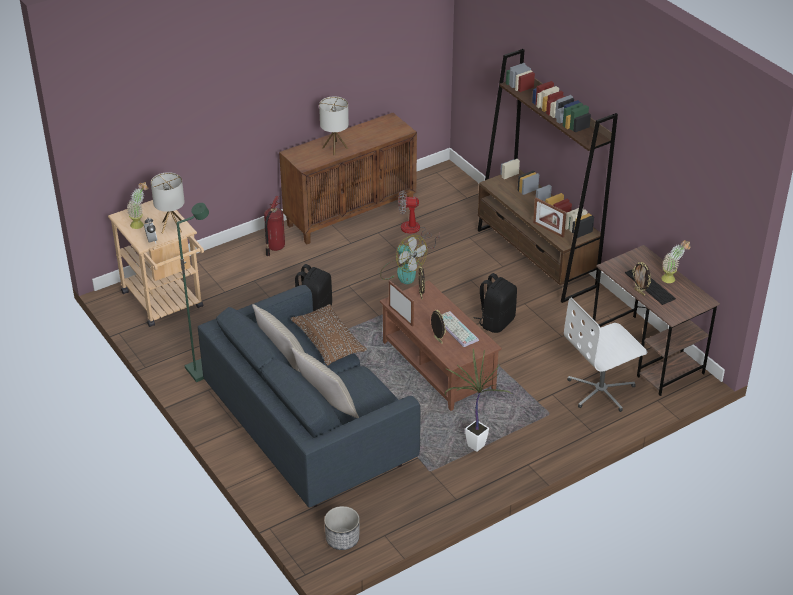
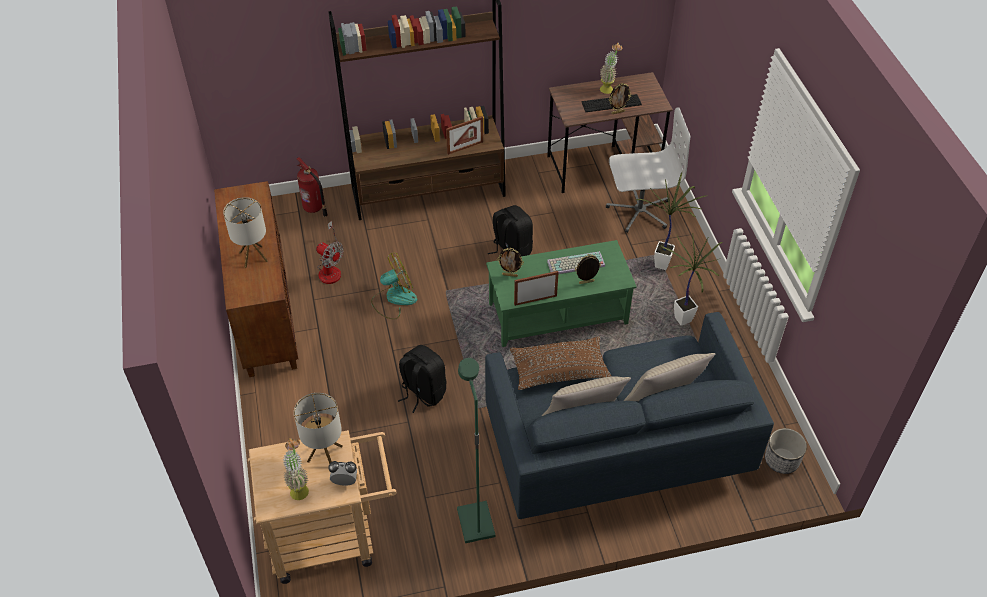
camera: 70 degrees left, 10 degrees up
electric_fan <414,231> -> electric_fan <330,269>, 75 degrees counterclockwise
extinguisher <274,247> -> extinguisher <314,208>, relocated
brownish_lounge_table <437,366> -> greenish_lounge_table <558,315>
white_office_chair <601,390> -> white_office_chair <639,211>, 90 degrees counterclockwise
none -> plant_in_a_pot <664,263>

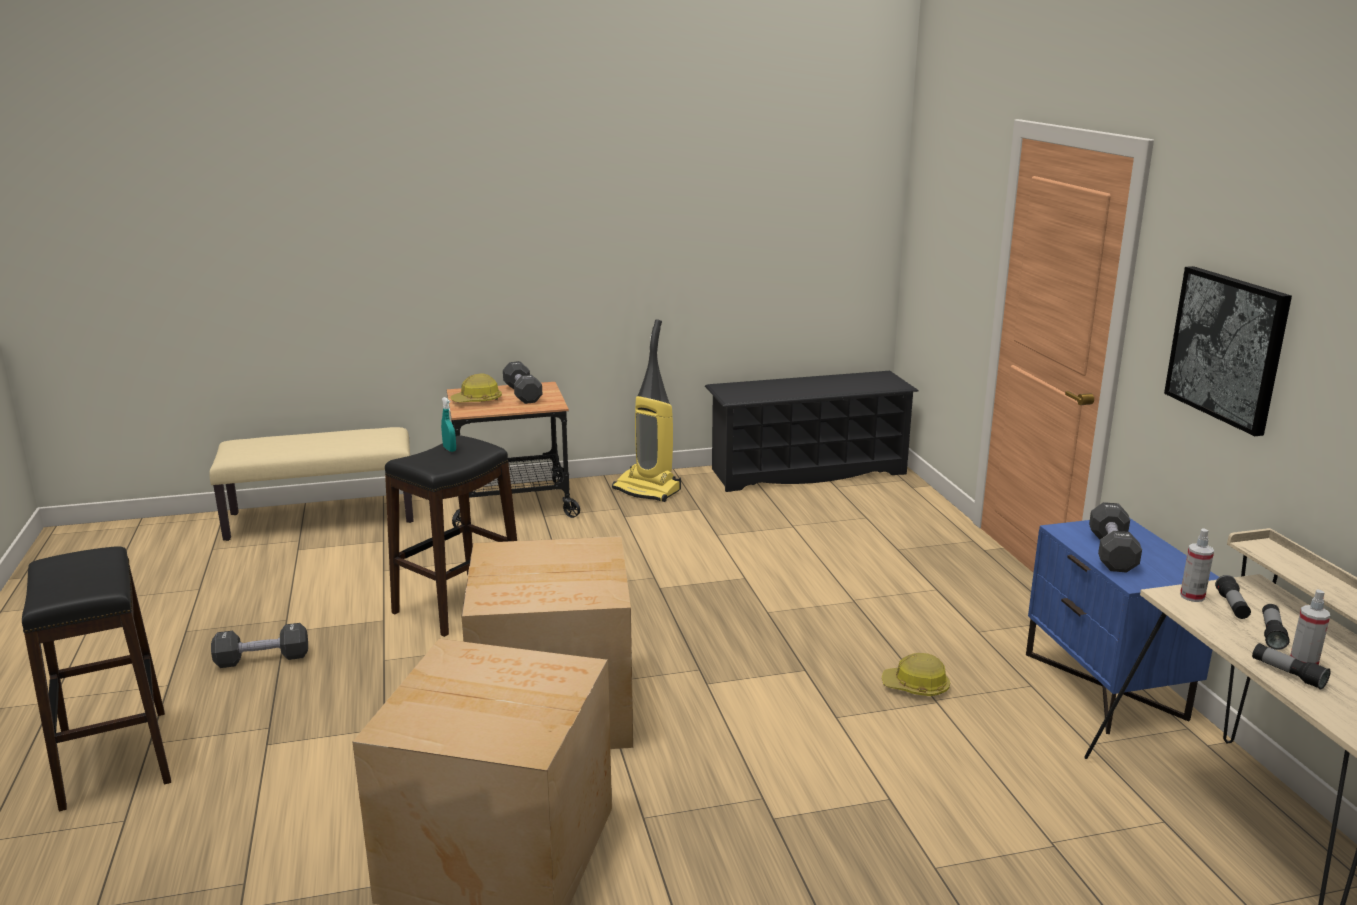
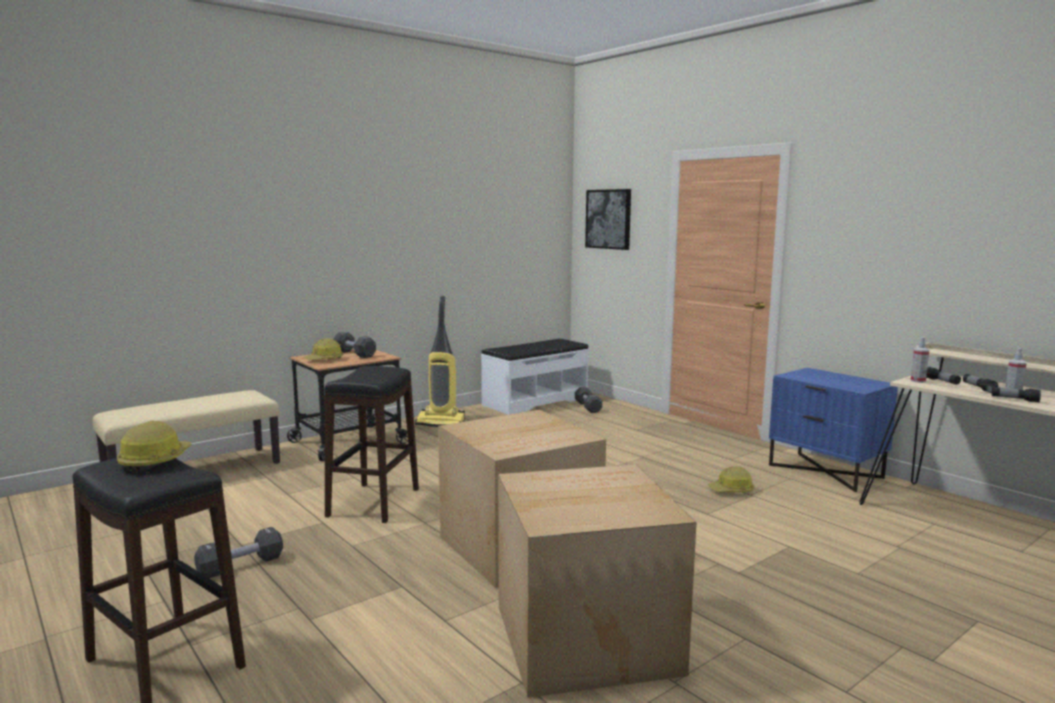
camera: 25 degrees left, 10 degrees down
picture <1227,348> -> picture <608,219>, relocated
blackish_shoe_rack <807,471> -> white_indoor_bench <535,401>
turquoise-coloured_sprayer <449,449> -> none
blackish_dumbbell <1112,552> -> blackish_dumbbell <588,407>, relocated
none -> work_helmet <155,460>

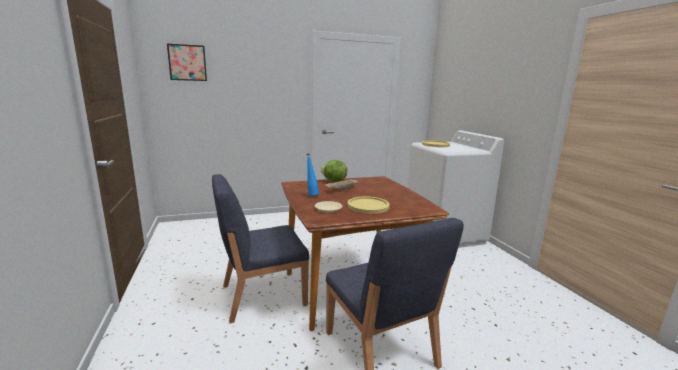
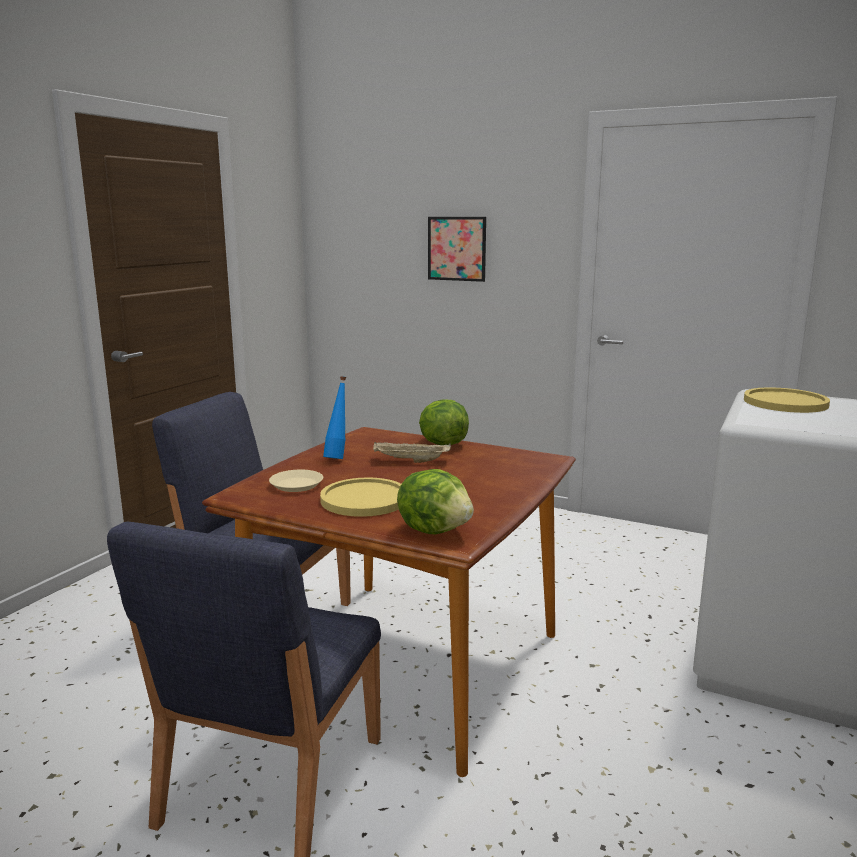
camera: 45 degrees right, 0 degrees up
picture <187,62> -> picture <457,248>, relocated
none -> head_of_lettuce <435,530>

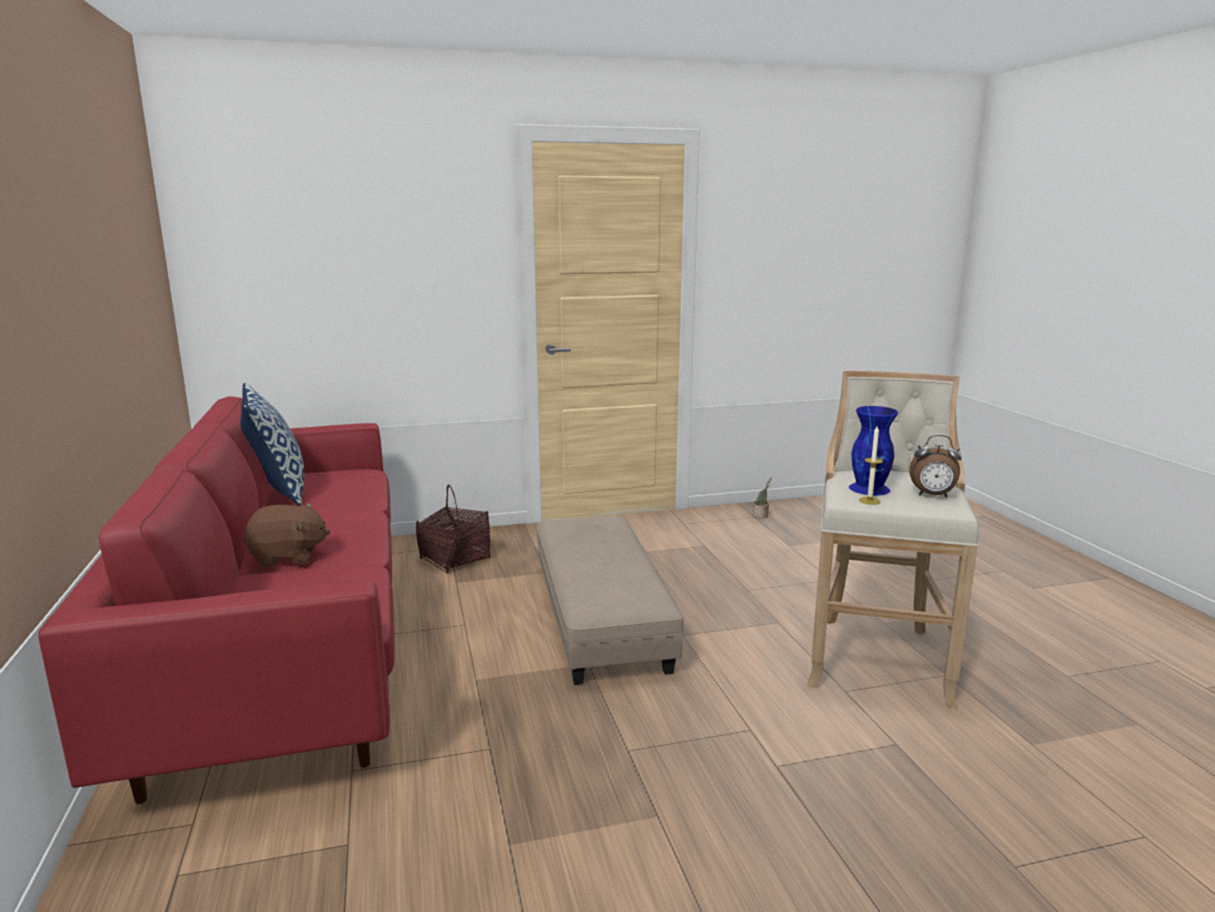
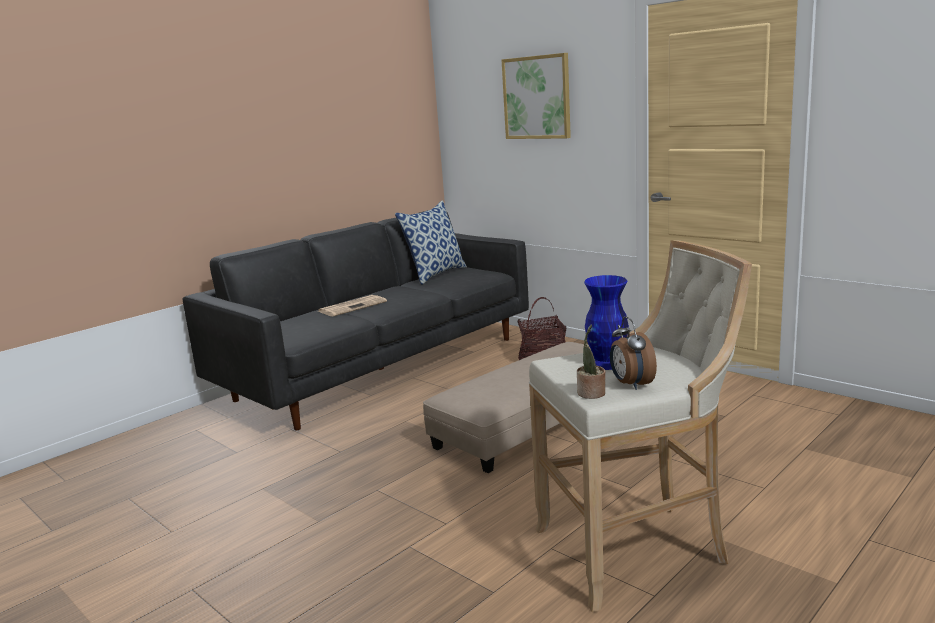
camera: 60 degrees right, 0 degrees up
reddish_couch <287,647> -> blackish_couch <382,369>
wax_candle <869,501> -> none
plant_in_a_pot <761,516> -> plant_in_a_pot <591,394>, relocated
brownish_soft_toy <288,557> -> daily_paper <353,306>
none -> picture <537,97>

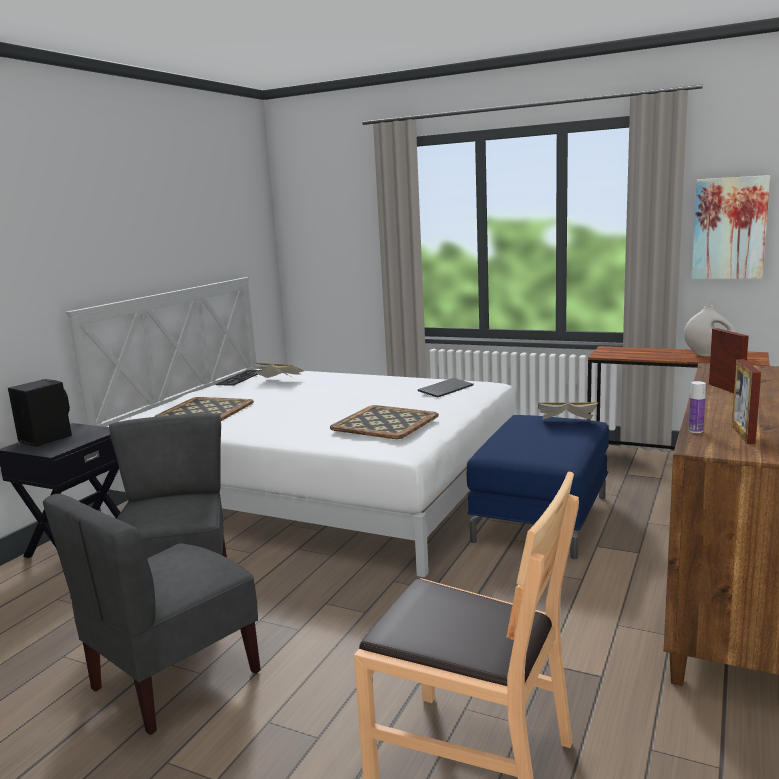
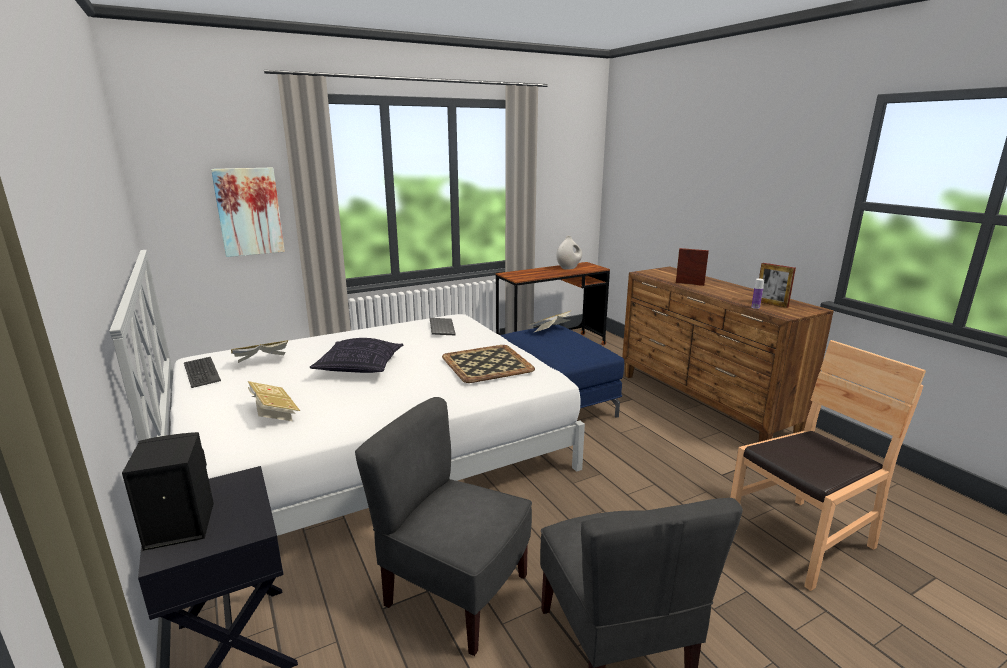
camera: 55 degrees left, 5 degrees up
picture <729,228> -> picture <249,212>, relocated
serving_tray <205,410> -> volume <273,413>
none -> pillow <359,368>

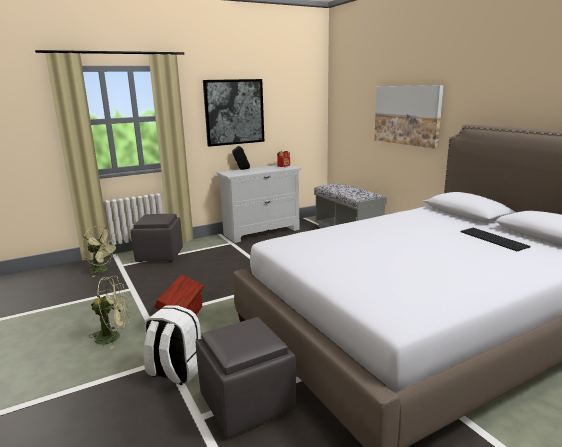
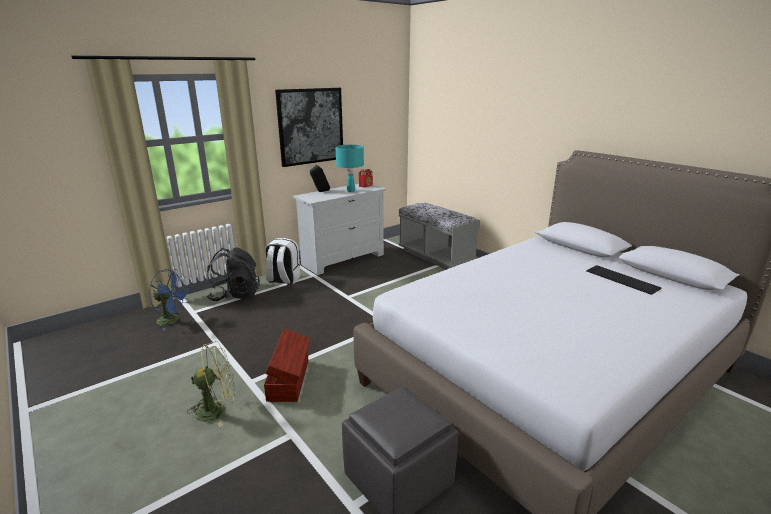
camera: 10 degrees left, 5 degrees up
picture <407,115> -> none
greyish_pouffe <159,255> -> blackish_knapsack <235,295>
greenish_electric_fan <102,270> -> blue-coloured_electric_fan <173,320>
white_knapsack <175,371> -> white_knapsack <283,280>, relocated
none -> turquoise-coloured_tabletop_lamp <351,191>

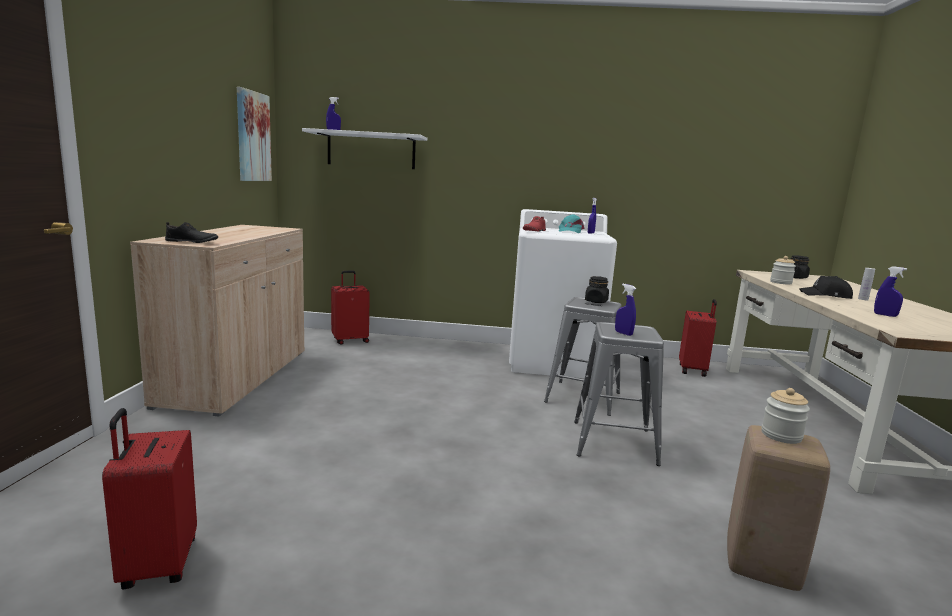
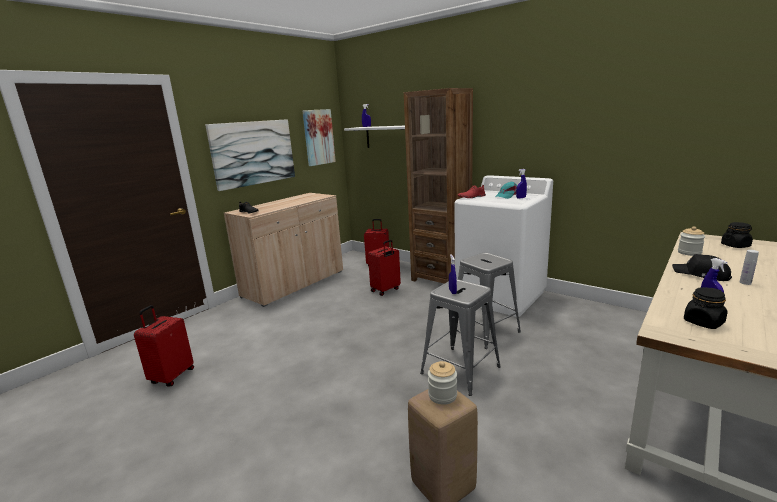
camera: 35 degrees right, 5 degrees up
blackish_storage_jar <596,301> -> blackish_storage_jar <703,322>, relocated
reddish_travel_case <693,370> -> reddish_travel_case <386,290>, relocated
none -> brownish_shelving_unit <441,278>
none -> picture <253,153>

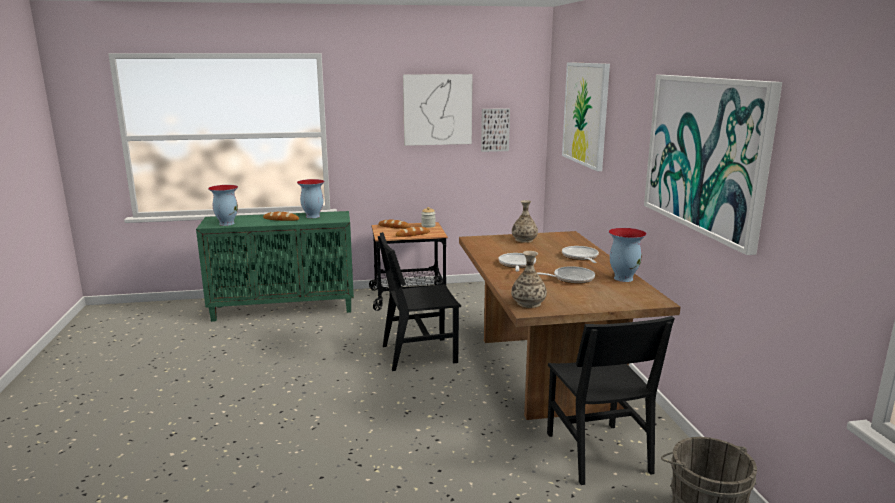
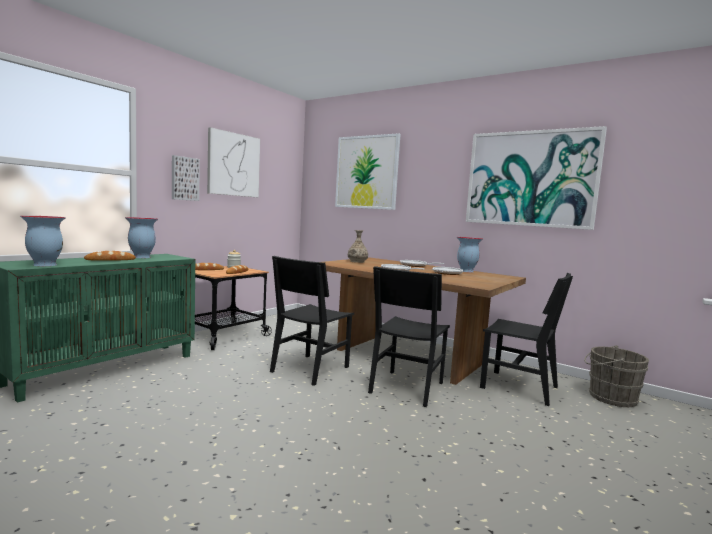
camera: 45 degrees left, 10 degrees down
picture <494,129> -> picture <184,178>, relocated
flower_vase <528,303> -> none
none -> blackish_plain_chair <406,387>

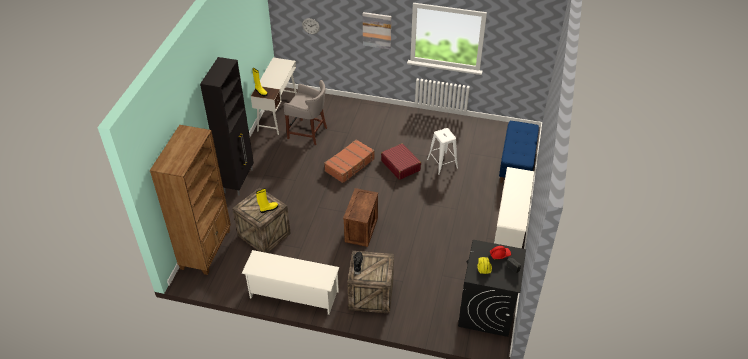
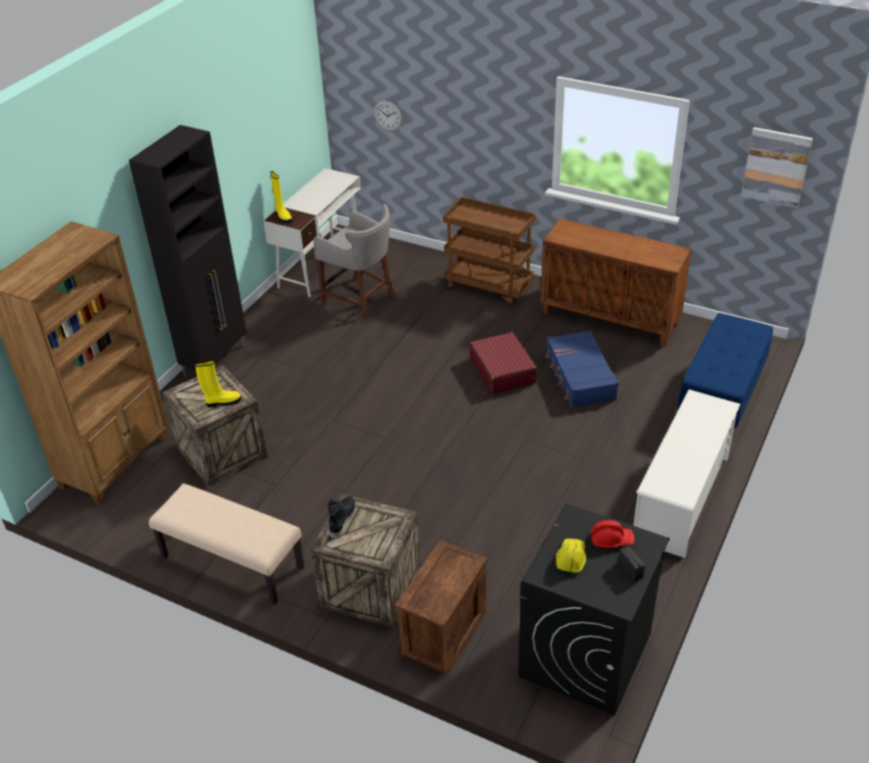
camera: 15 degrees right, 5 degrees down
picture <377,30> -> picture <776,167>, relocated
white_sitting_stool <442,163> -> blue-coloured_travel_case <579,377>
brownish_travel_case <350,165> -> none
packing_crate <361,229> -> packing_crate <443,631>, relocated
white_shoe_rack <293,294> -> beige_indoor_bench <231,563>
none -> brownish_cart <490,287>
none -> brownish_storage_cabinet <610,319>

